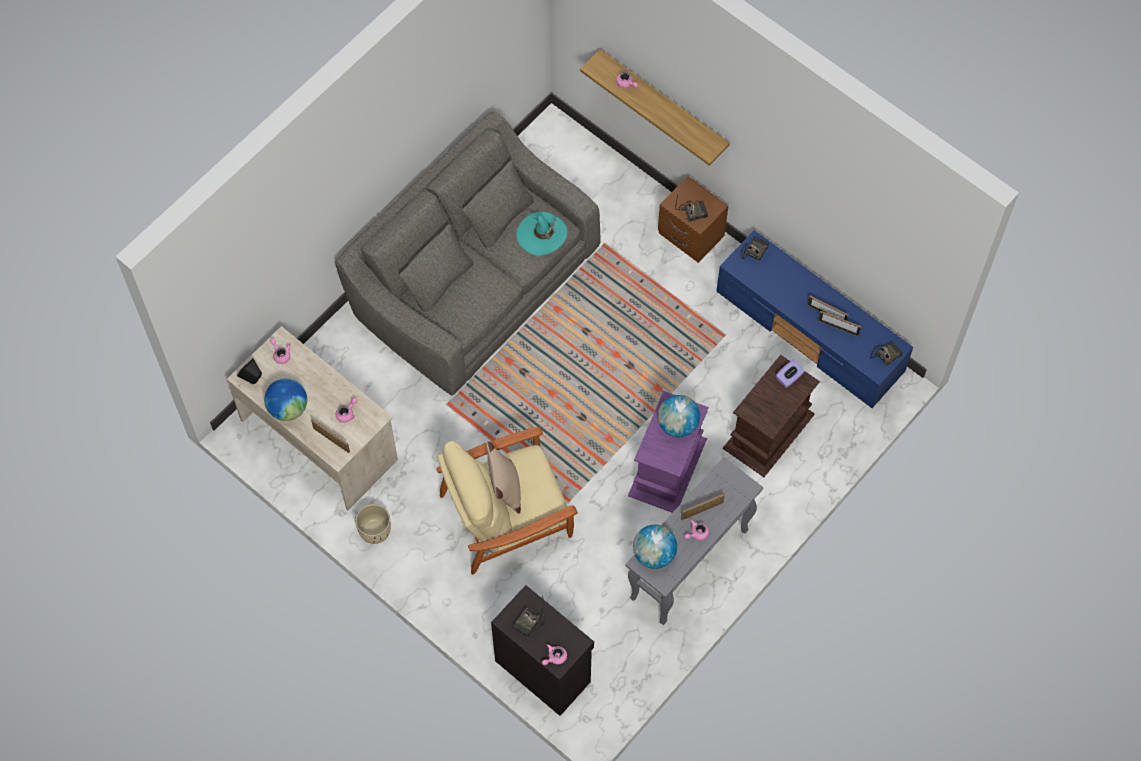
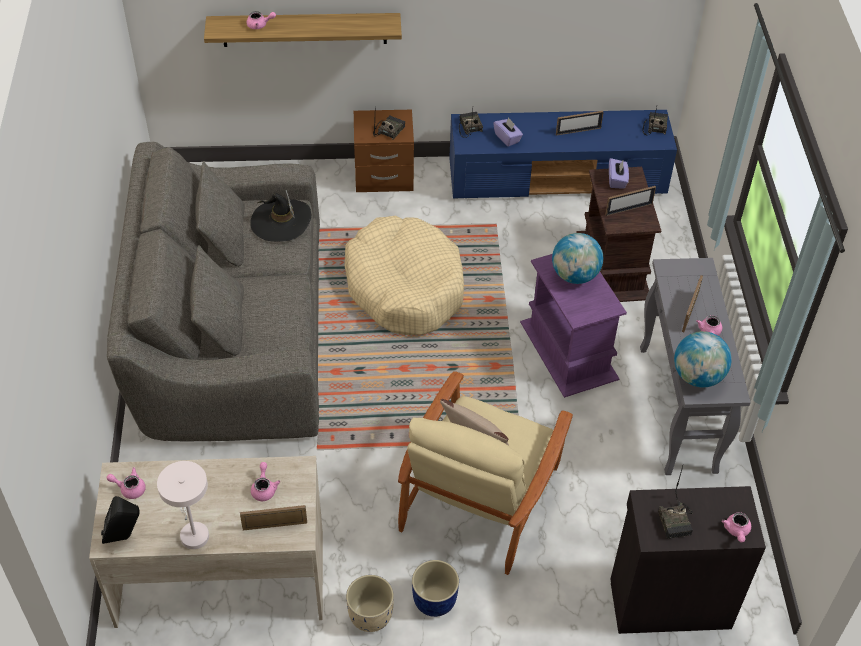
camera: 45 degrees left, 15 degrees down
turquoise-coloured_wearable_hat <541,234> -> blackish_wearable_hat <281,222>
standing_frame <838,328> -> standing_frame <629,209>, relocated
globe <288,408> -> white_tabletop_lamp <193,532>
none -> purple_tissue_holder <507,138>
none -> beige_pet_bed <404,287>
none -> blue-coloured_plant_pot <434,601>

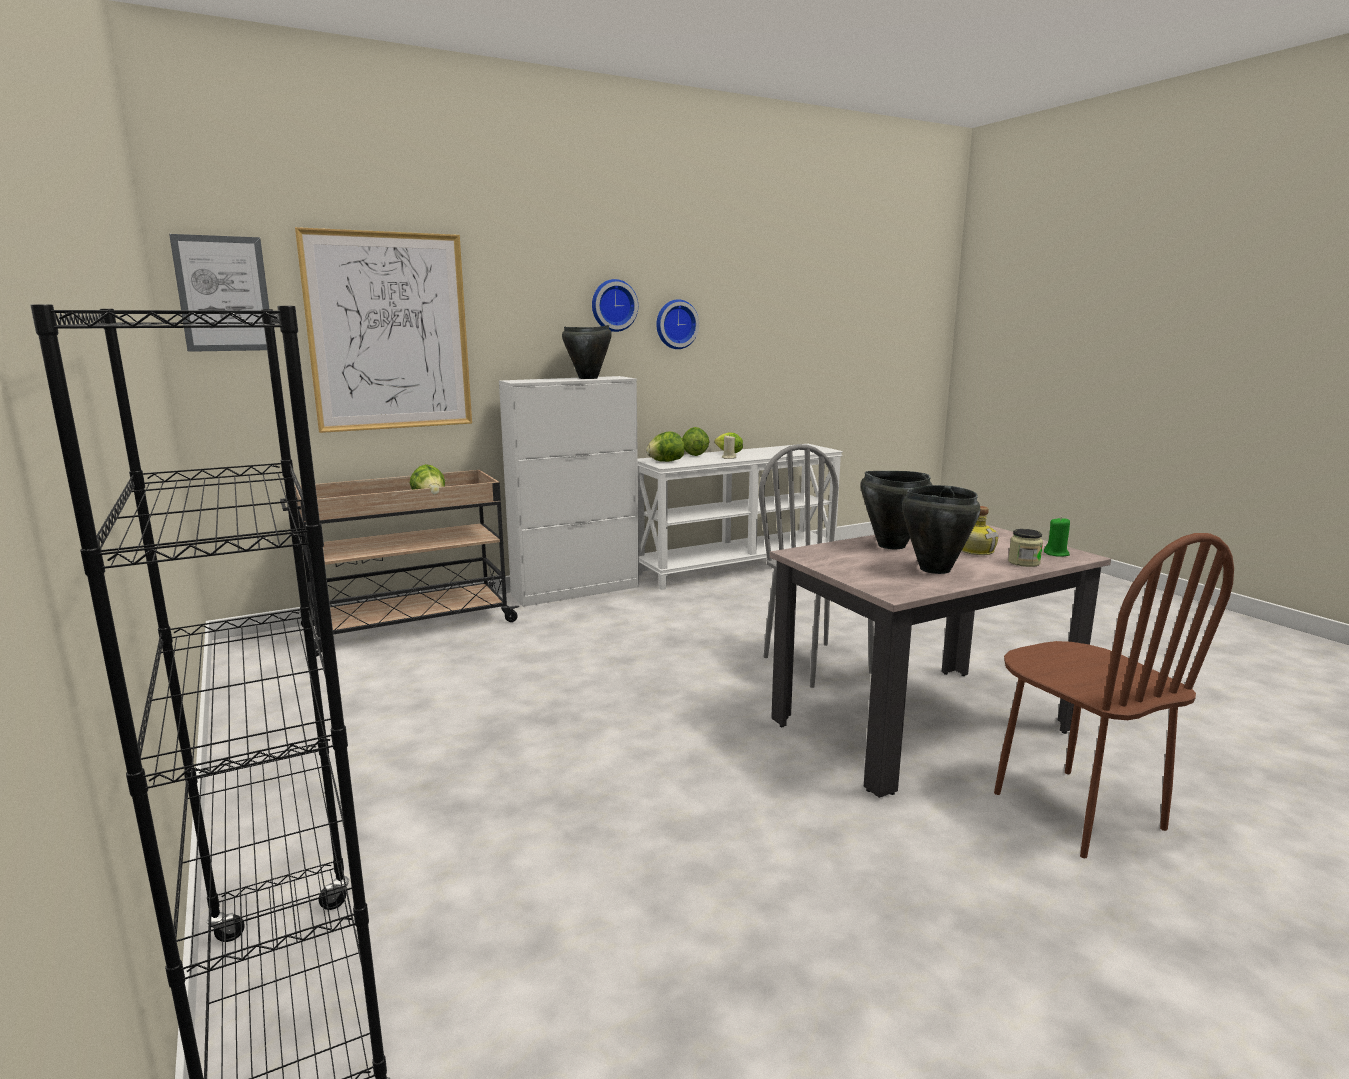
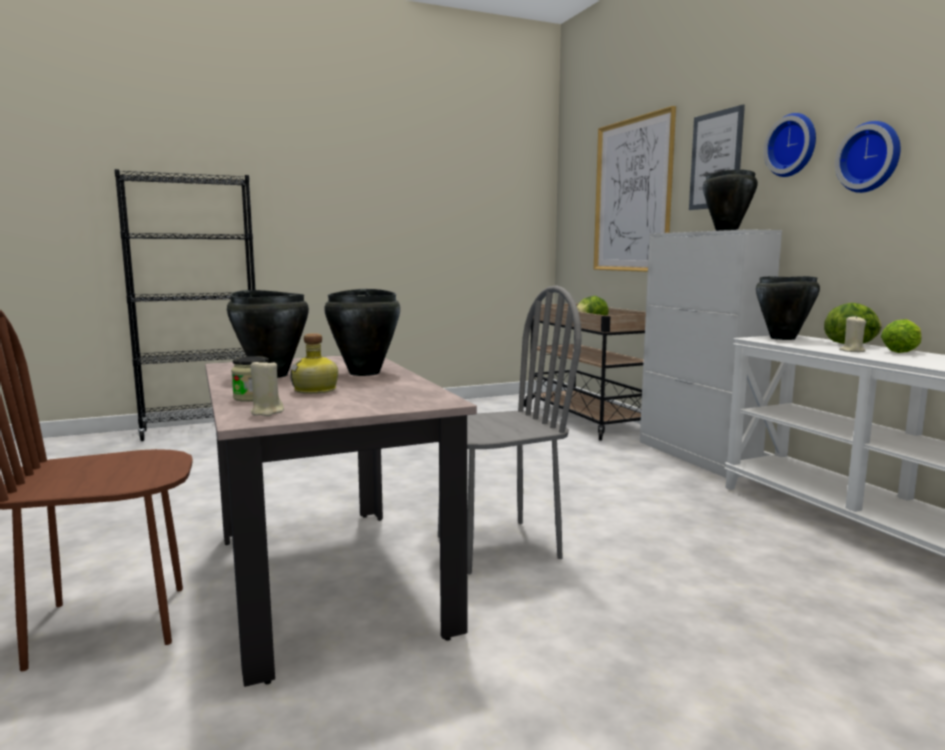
camera: 95 degrees right, 5 degrees down
picture <224,294> -> picture <716,160>, relocated
head_of_lettuce <665,461> -> blackish_stockpot <782,338>
greenish_wax_candle <1056,554> -> beige_wax_candle <267,412>

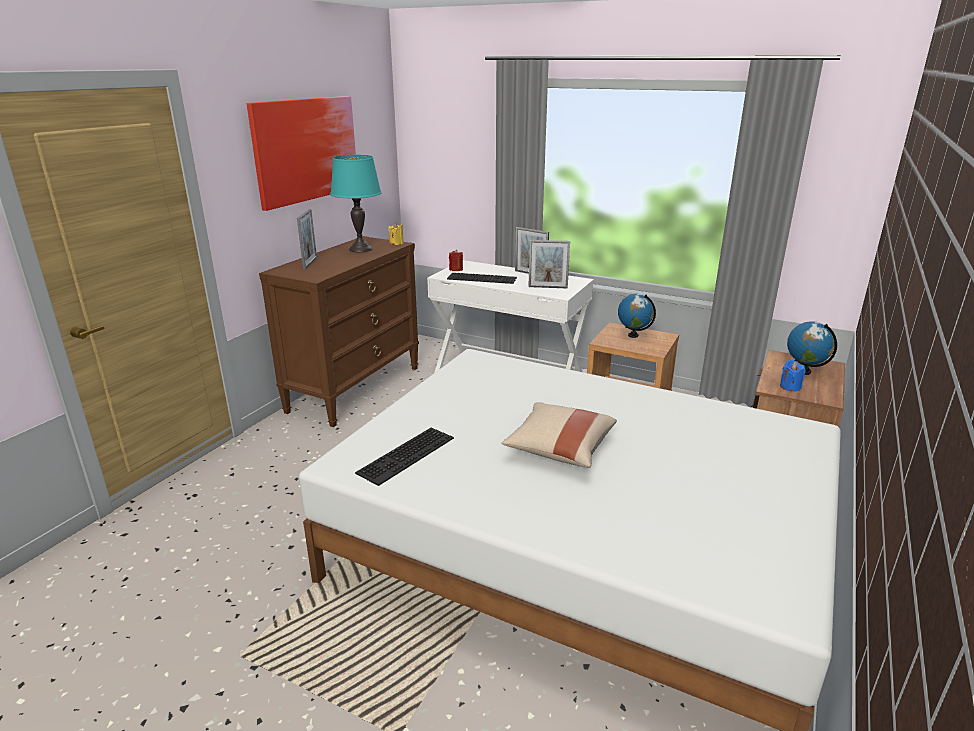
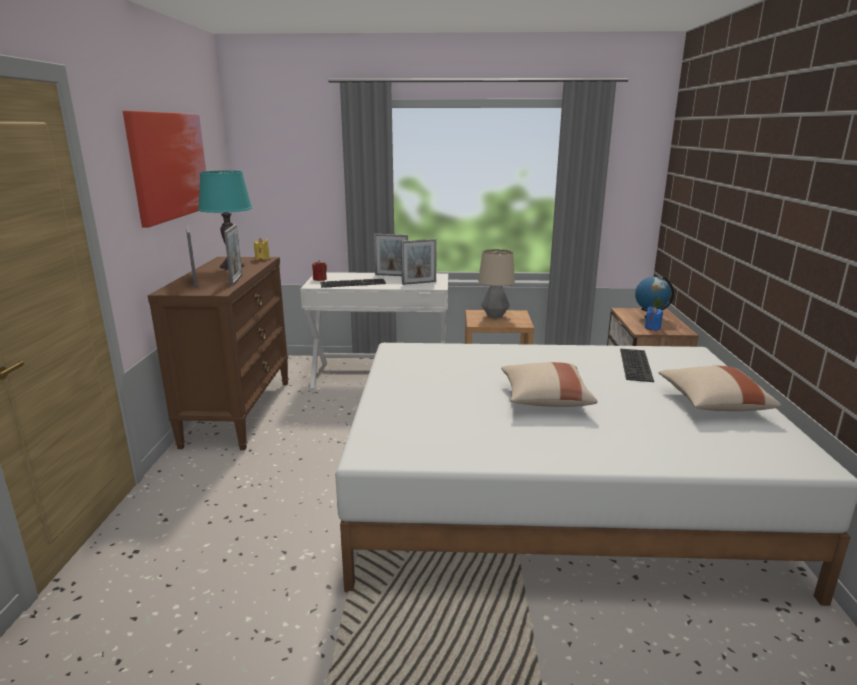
camera: 25 degrees left, 5 degrees down
globe <633,335> -> tabletop_lamp <494,316>
computer_keyboard <407,456> -> computer_keyboard <637,365>, relocated
none -> standing_frame <236,280>
none -> beige_pillow <712,403>

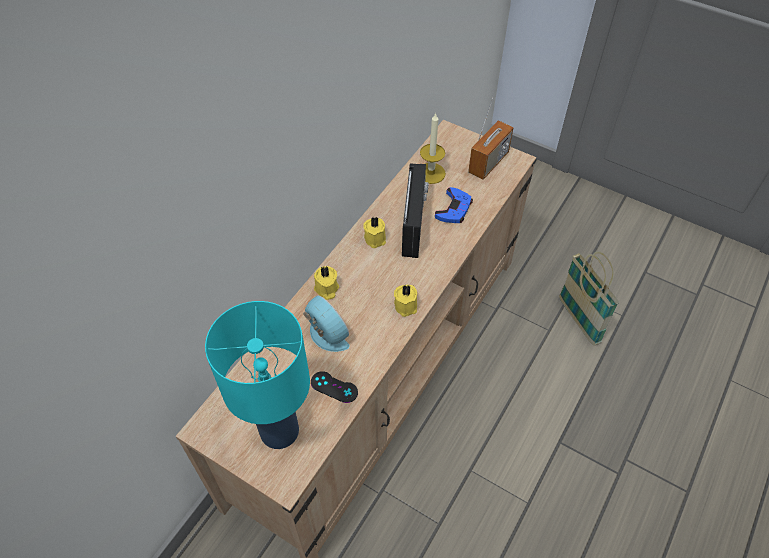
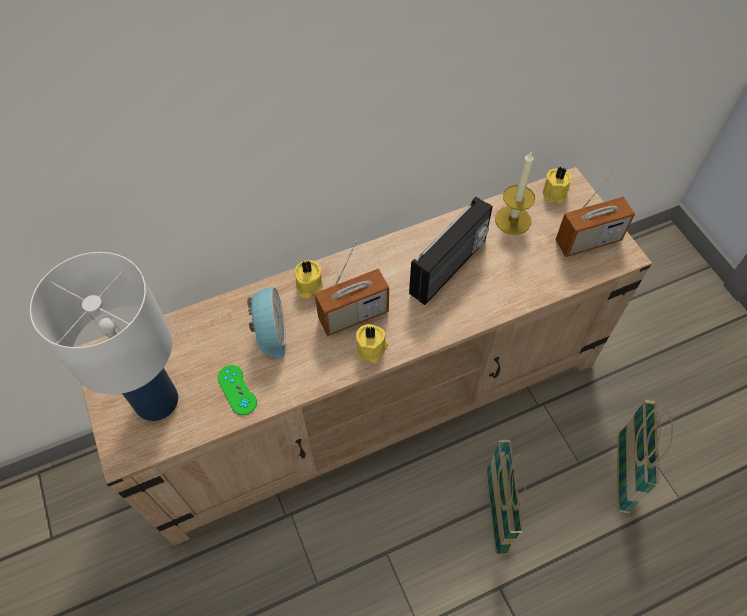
camera: 35 degrees right, 5 degrees up
blue-coloured_joypad <454,209> -> none
yellow_wax_candle <376,238> -> yellow_wax_candle <555,193>, relocated
turquoise-coloured_tabletop_lamp <278,432> -> white_tabletop_lamp <155,401>
blackish_joypad <334,387> -> greenish_joypad <237,390>
none -> radio <353,315>
none -> storage_basket <495,512>

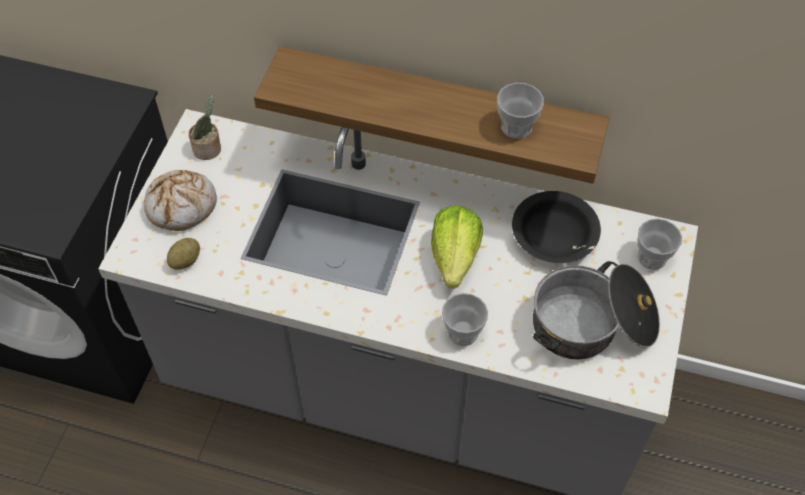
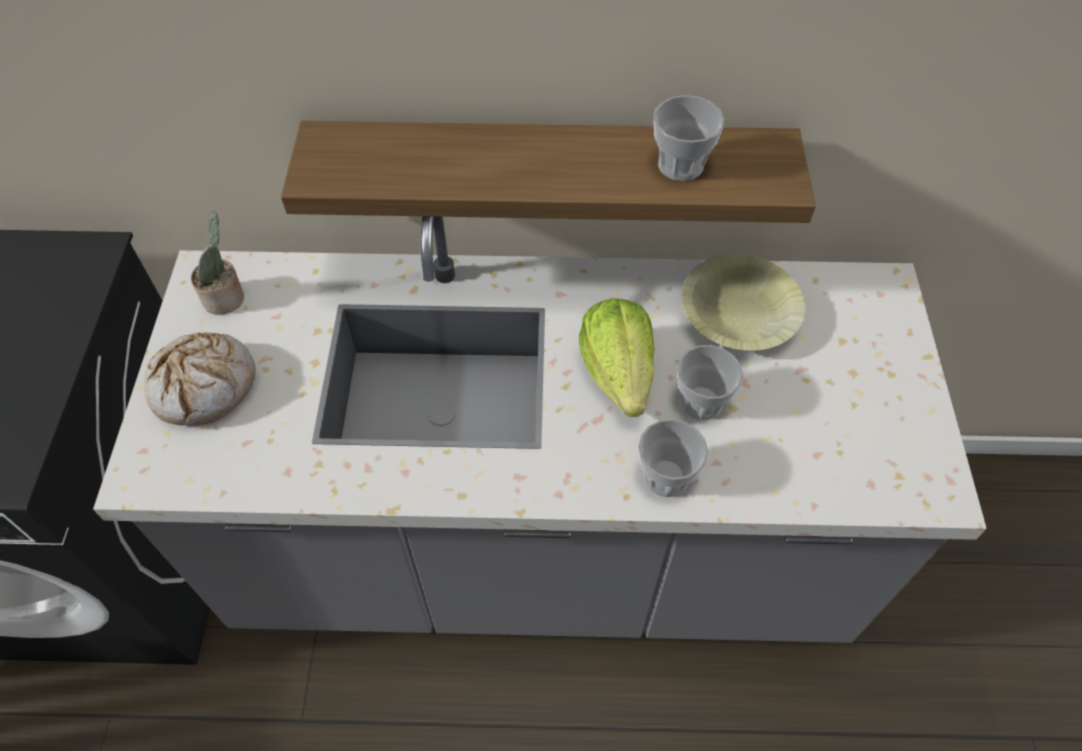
camera: 15 degrees left, 0 degrees up
blackish_bowl <554,236> -> yellow_bowl <738,315>
cup <652,257> -> cup <701,402>, relocated
whole_potato <185,261> -> none
stockpot <592,325> -> none

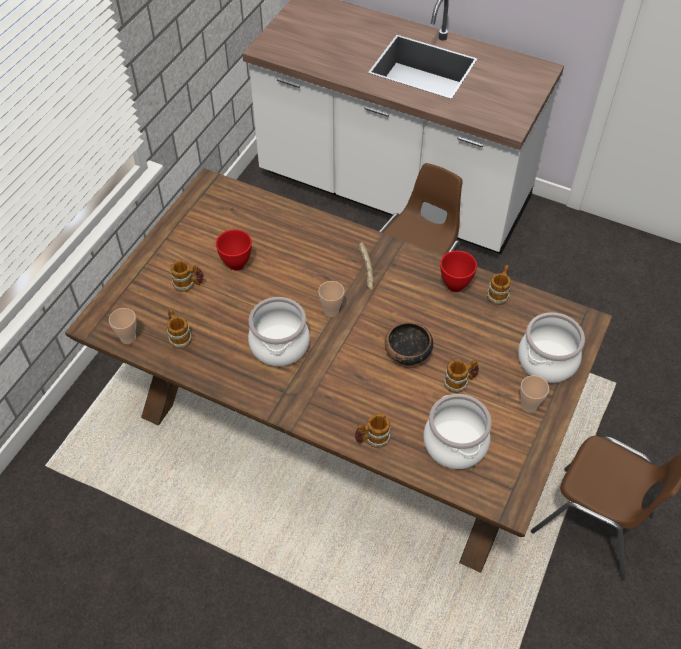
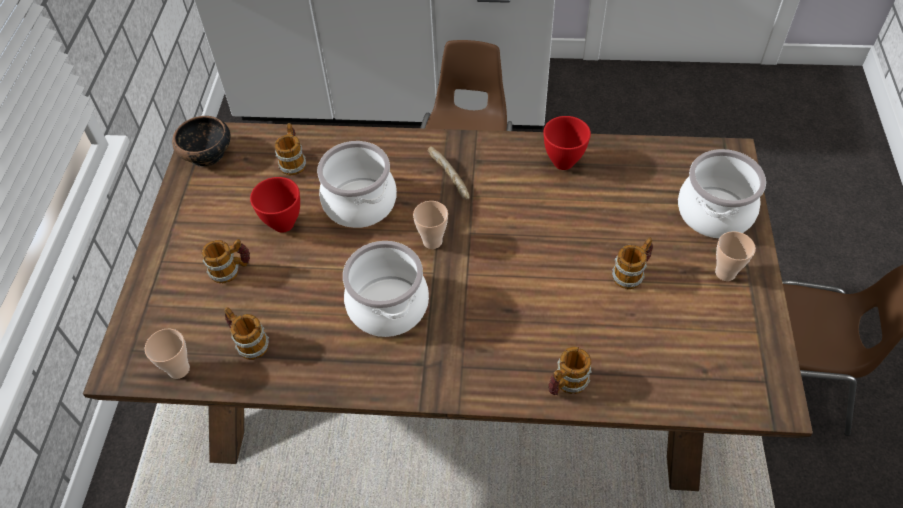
camera: 20 degrees left, 0 degrees up
coffee_mug <499,293> -> coffee_mug <293,161>, relocated
bowl <407,354> -> bowl <207,154>, relocated
stockpot <454,443> -> stockpot <359,203>, relocated

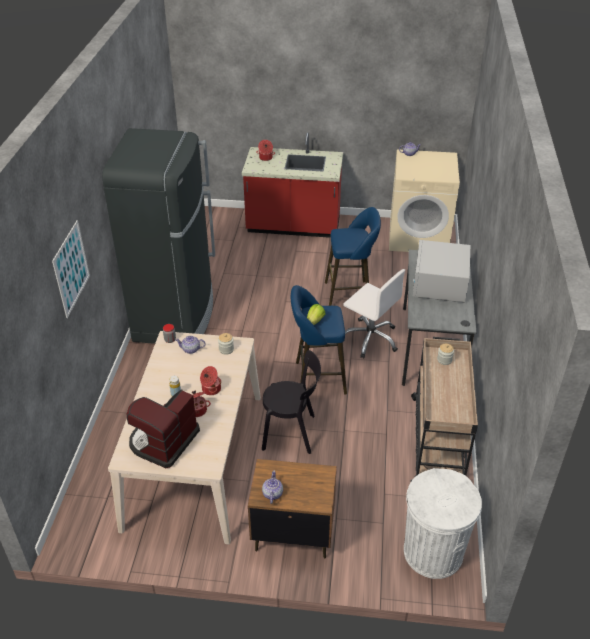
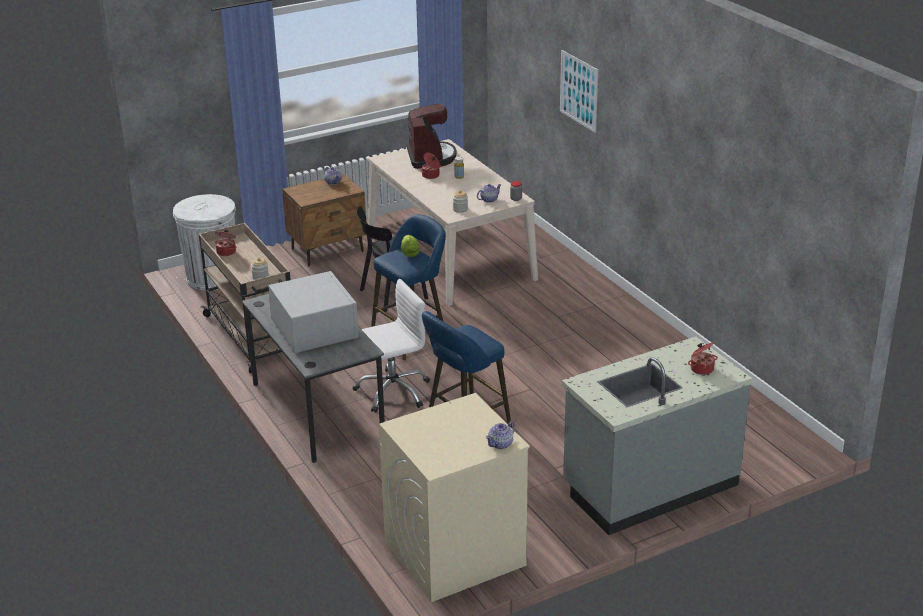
camera: 145 degrees right, 10 degrees down
blackish_refrigerator <175,317> -> none
reddish_kitchen_counter <293,227> -> greyish_kitchen_counter <649,486>
white_office_chair <370,338> -> white_office_chair <393,391>, 150 degrees clockwise
stockpot <211,389> -> stockpot <226,252>, relocated

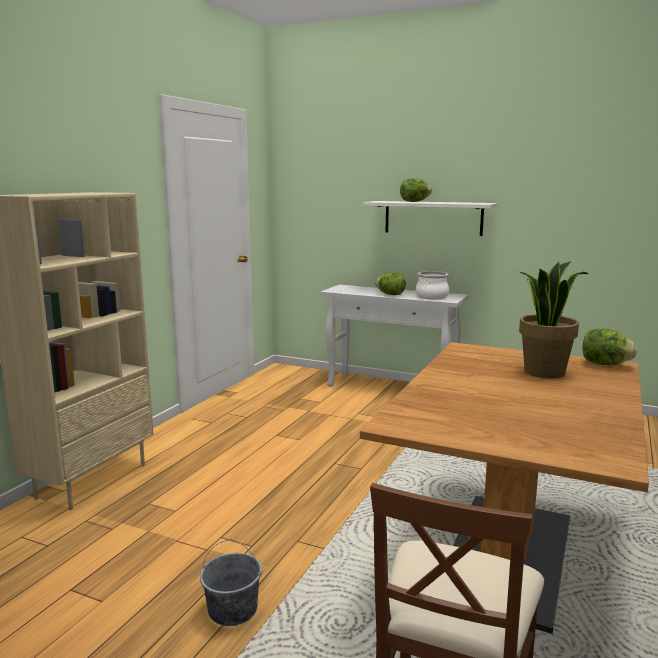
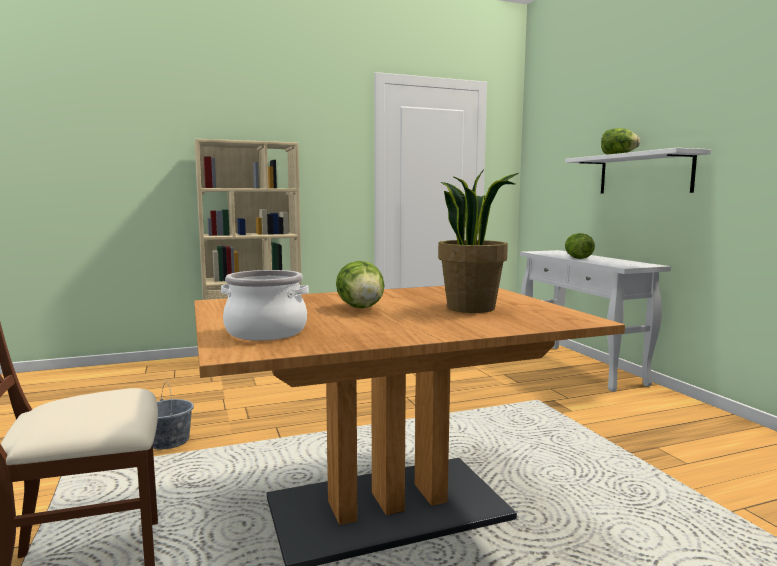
camera: 45 degrees right, 5 degrees down
stockpot <431,296> -> stockpot <266,332>, relocated
head_of_lettuce <605,364> -> head_of_lettuce <361,308>, relocated

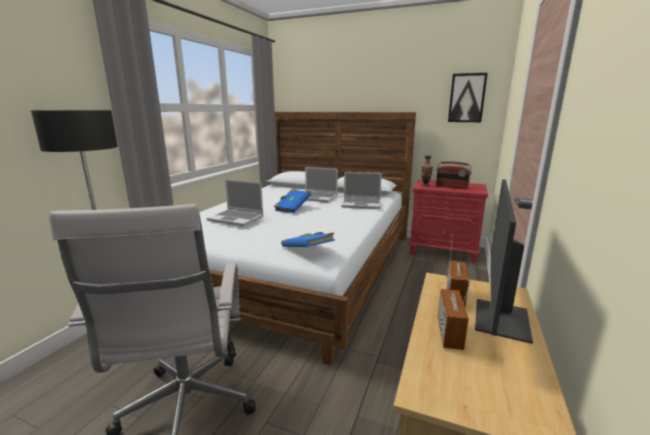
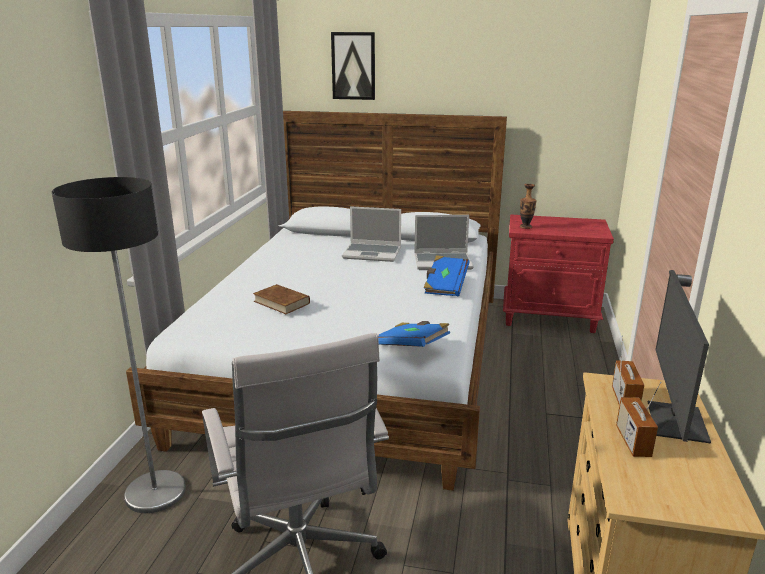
camera: 10 degrees left, 5 degrees up
picture <467,98> -> picture <353,66>, relocated
radio <451,187> -> none
laptop <237,219> -> brownish_volume <281,302>
blue-coloured_volume <292,208> -> blue-coloured_volume <445,286>, relocated

